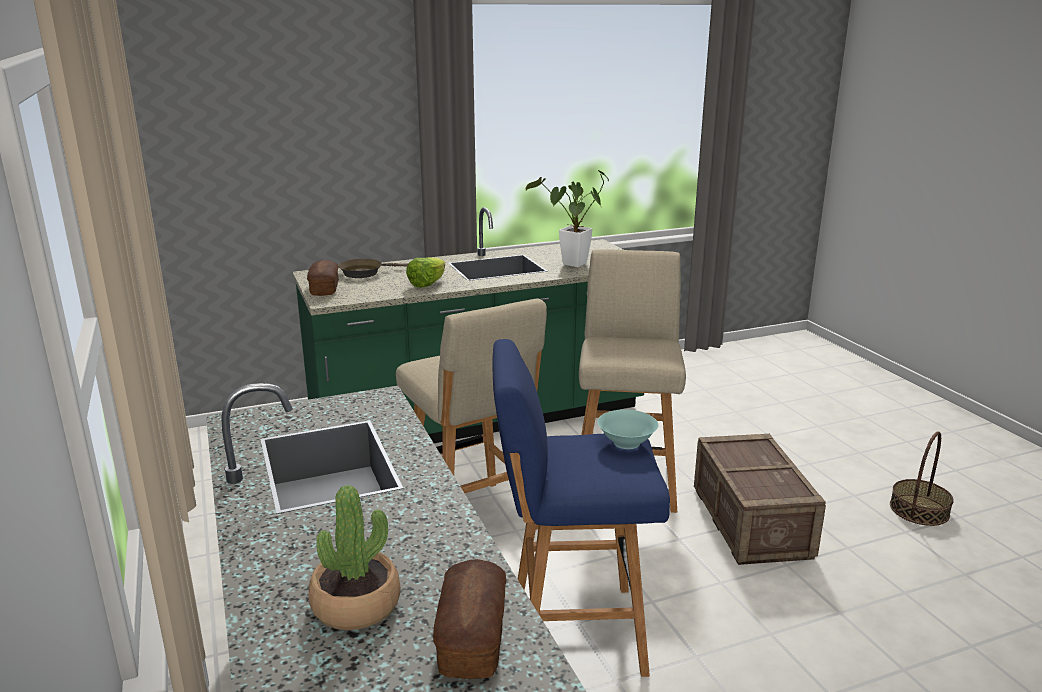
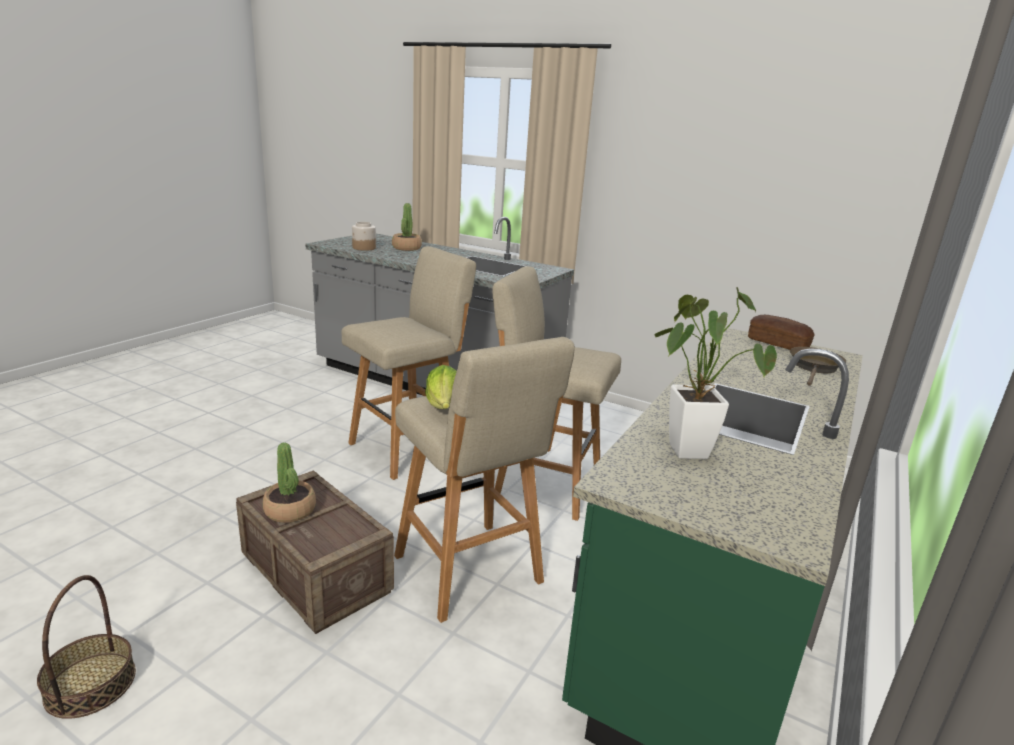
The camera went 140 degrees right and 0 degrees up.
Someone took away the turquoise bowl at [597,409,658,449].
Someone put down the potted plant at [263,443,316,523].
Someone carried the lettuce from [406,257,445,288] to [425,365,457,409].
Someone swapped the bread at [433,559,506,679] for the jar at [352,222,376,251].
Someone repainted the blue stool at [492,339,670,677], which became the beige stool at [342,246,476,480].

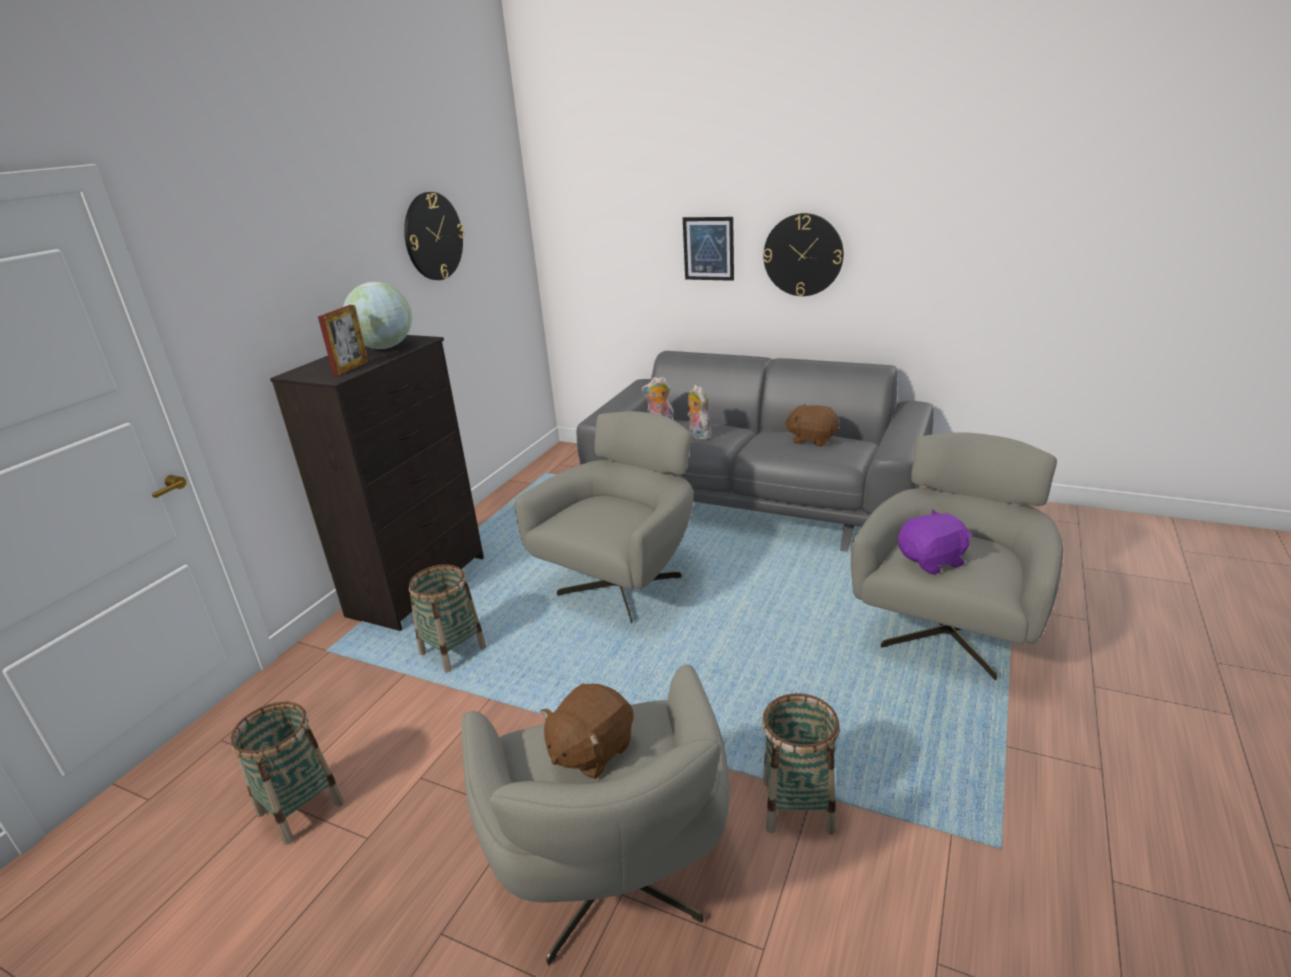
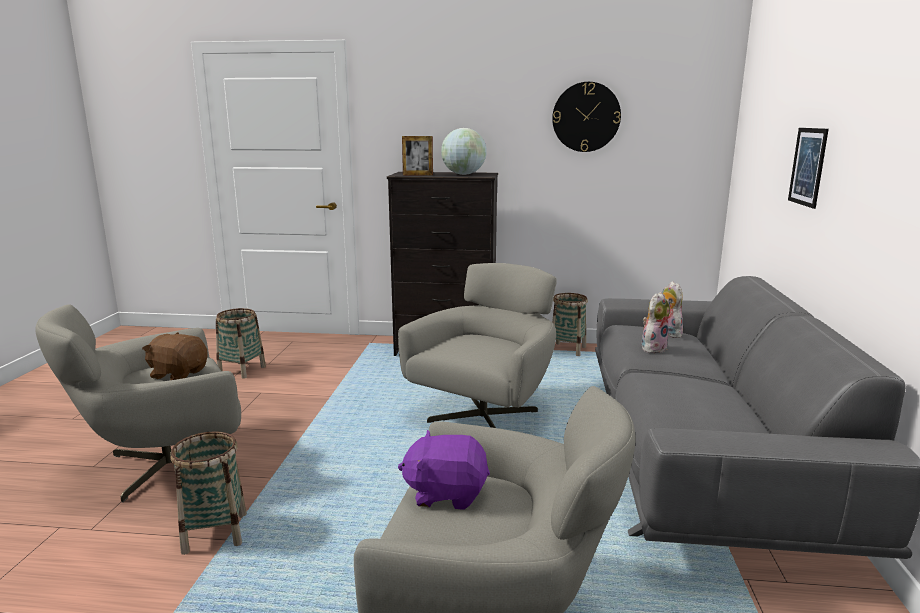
The camera went 70 degrees right and 10 degrees down.
Someone took away the wall clock at [763,213,844,296].
Someone took away the brown plush toy at [785,403,839,447].
Someone carried the basket from [409,564,487,673] to [552,293,588,356].
Someone rotated the grey armchair at [514,411,694,623] by 75 degrees counterclockwise.
Someone rotated the purple plush toy at [898,510,972,575] by 135 degrees clockwise.

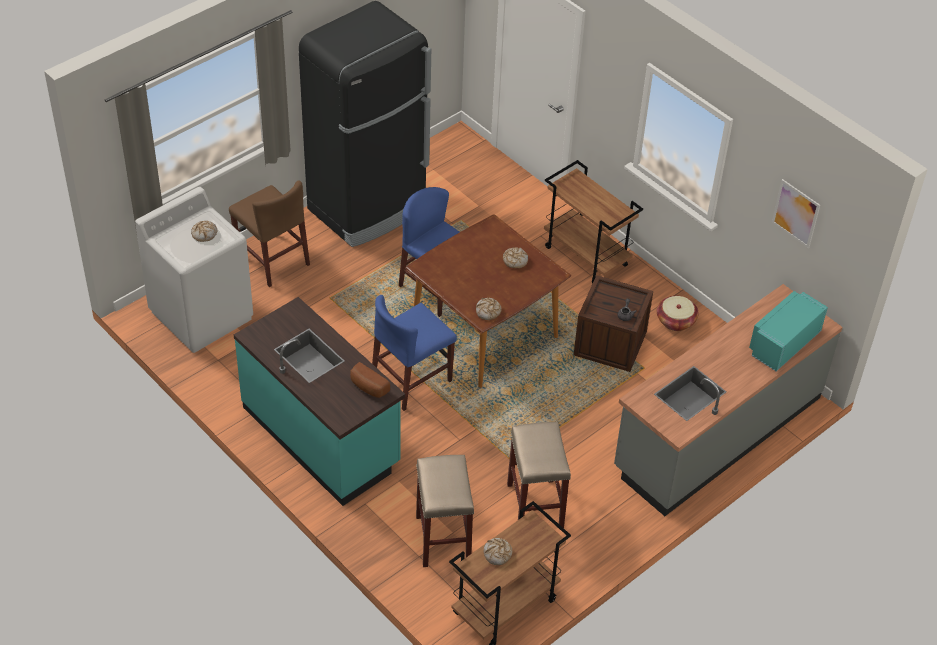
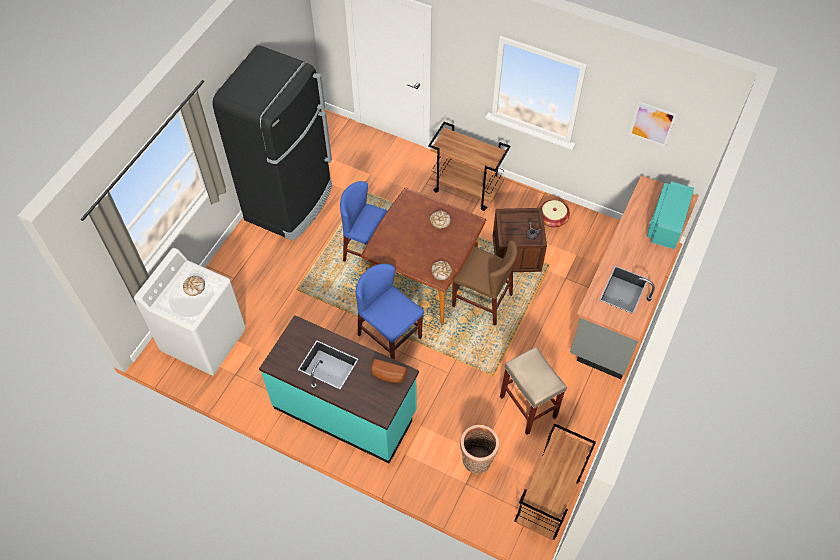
The camera went 20 degrees left and 10 degrees up.
Someone took away the bread at [483,538,512,565].
Someone carried the brown chair from [229,180,310,287] to [452,240,518,326].
Someone swapped the beige stool at [416,455,474,567] for the basket at [460,425,499,474].
Someone rotated the blue chair at [372,295,457,411] by 105 degrees clockwise.

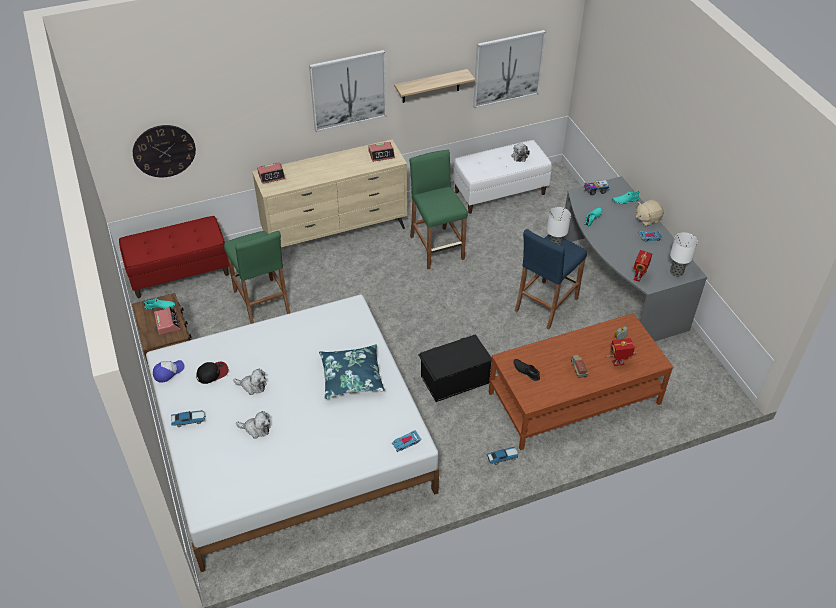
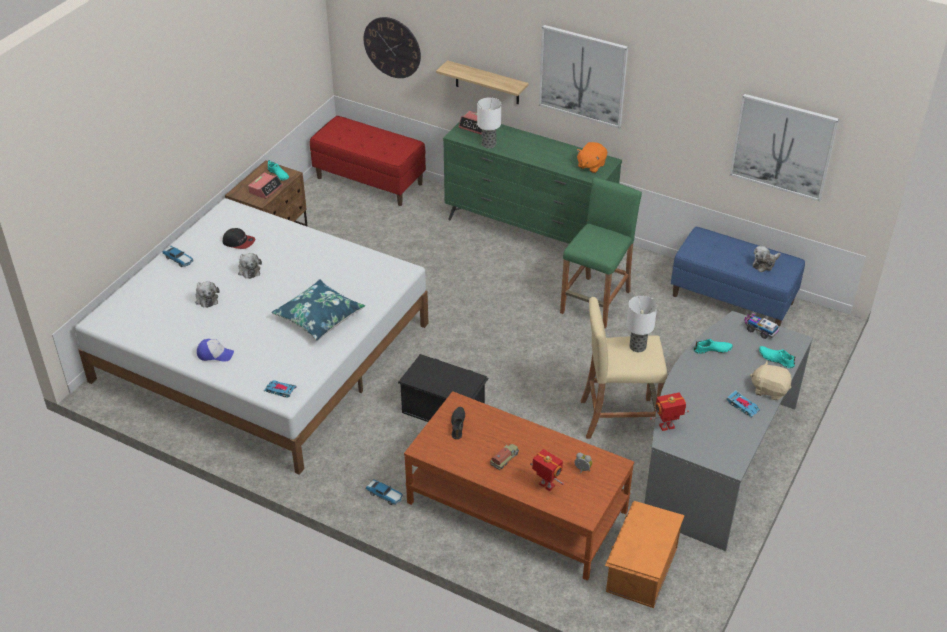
The camera went 50 degrees right and 5 degrees down.
Someone took away the green stool at [224,231,290,324].
Someone put down the orange storage box at [605,501,685,608].
Someone carried the cap from [153,360,185,382] to [197,339,234,362].
Someone carried the shelf from [394,69,475,103] to [436,60,529,104].
Someone carried the table lamp from [670,232,698,277] to [477,97,501,148].
Someone swapped the alarm clock at [368,142,395,162] for the orange plush toy at [577,142,607,173].
Someone repainted the beige dresser at [252,139,407,247], which became the green dresser at [443,122,622,244].
Someone repainted the white bench at [453,140,552,214], which became the blue bench at [671,227,805,326].
Someone repainted the blue stool at [515,229,587,330], which became the beige stool at [581,297,668,439].

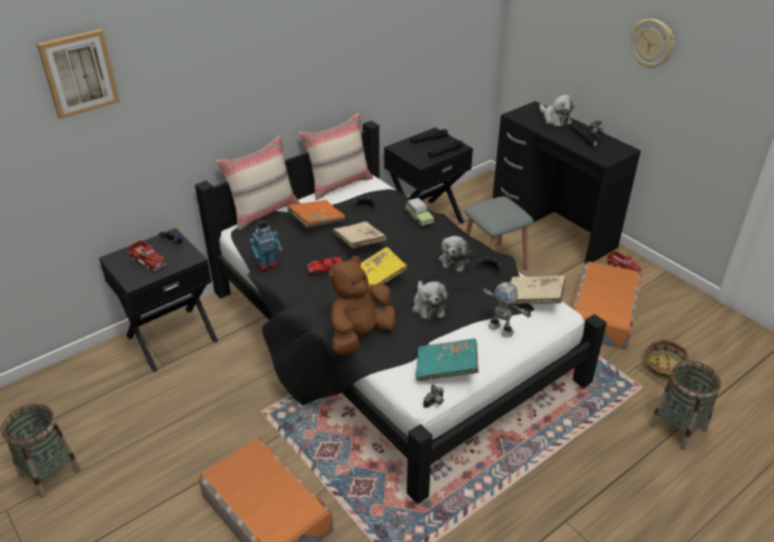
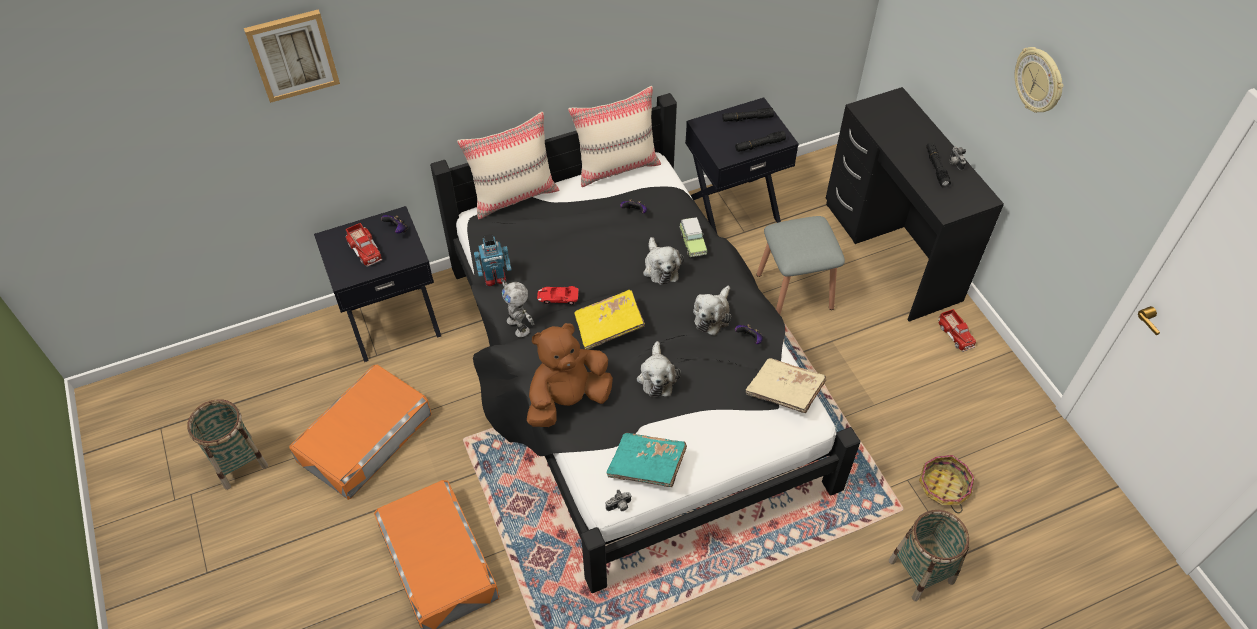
The camera went 15 degrees right and 15 degrees up.
Someone took away the orange book at [287,200,345,228].
Someone took away the beige book at [333,221,387,249].
Someone carried the toy robot from [481,282,531,338] to [501,278,534,337].
Someone carried the plush toy from [539,95,575,126] to [643,237,684,285].
Someone carried the orange storage box from [572,262,642,350] to [290,365,432,500].

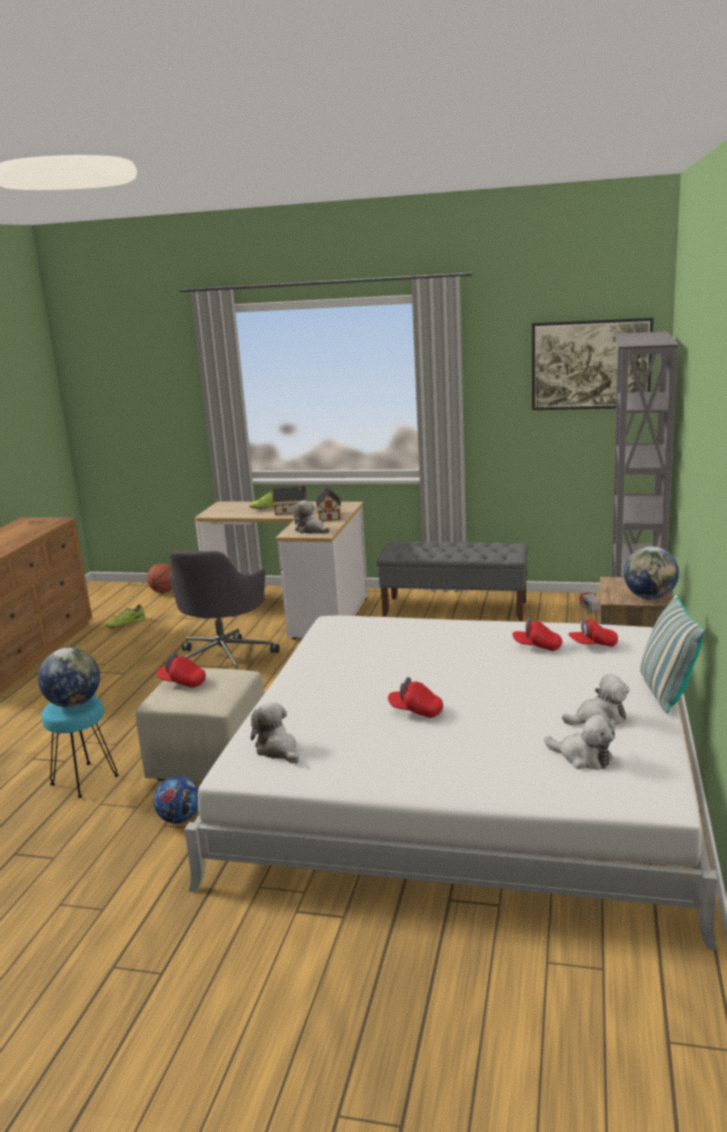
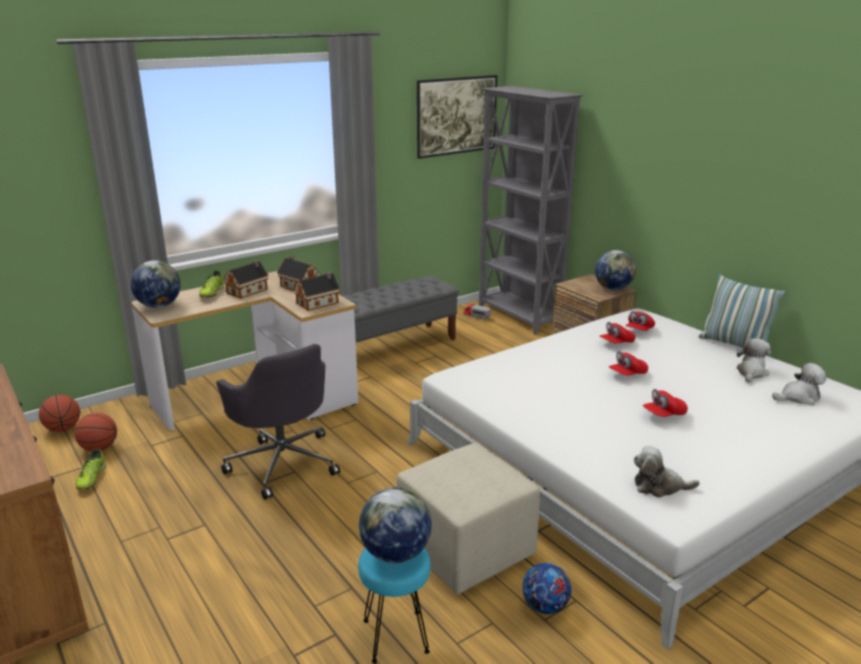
The camera went 50 degrees left and 5 degrees up.
Someone put down the basketball at [75,413,117,452].
Someone put down the globe at [131,260,181,308].
Someone carried the red cap from [157,653,206,688] to [609,351,648,376].
Someone swapped the plush toy at [292,501,330,534] for the toy house at [294,272,340,311].

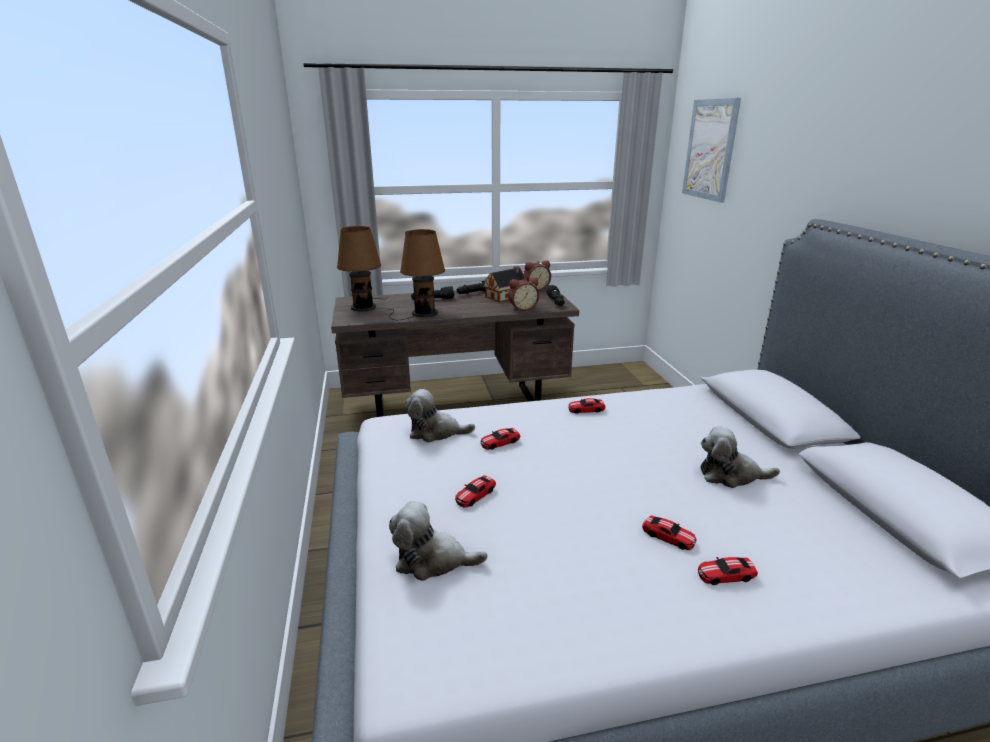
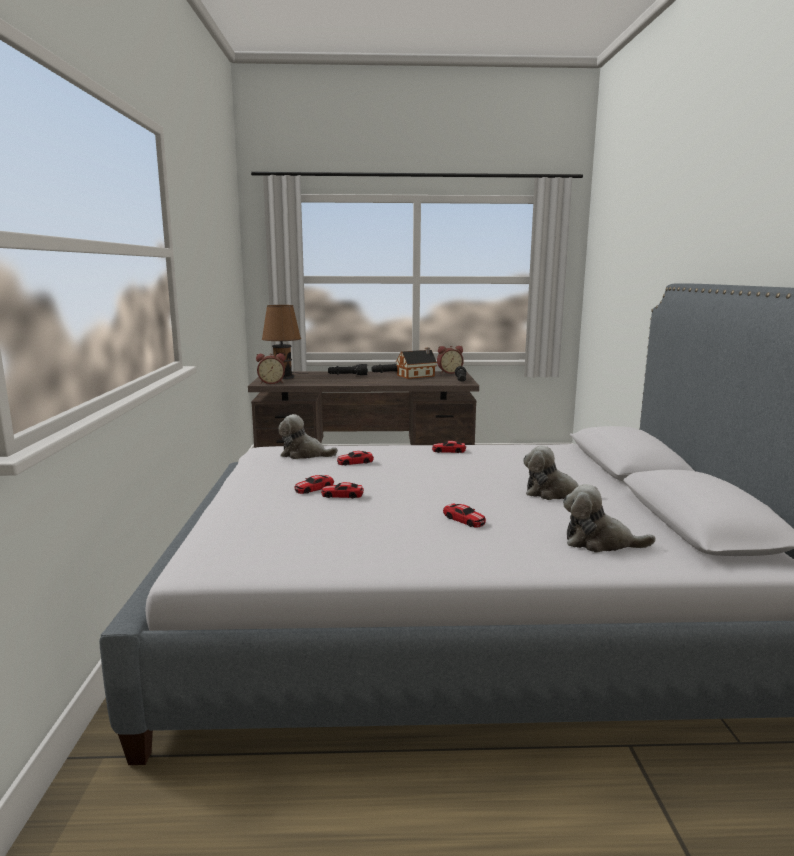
The camera went 10 degrees right and 10 degrees down.
Someone took away the brown table lamp at [389,229,445,320].
Someone took away the picture at [682,98,741,203].
Someone carried the plush toy from [389,501,488,581] to [563,484,656,552].
Someone carried the alarm clock from [508,277,539,311] to [256,353,285,384].
Someone carried the toy car from [698,557,758,585] to [321,482,364,498].

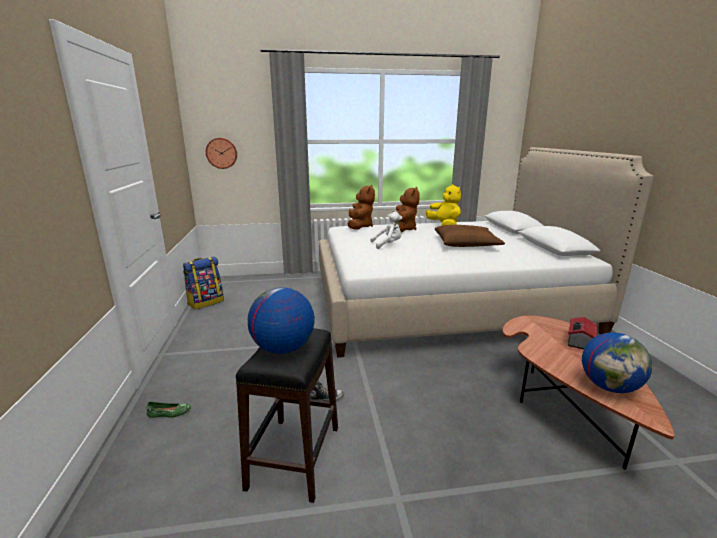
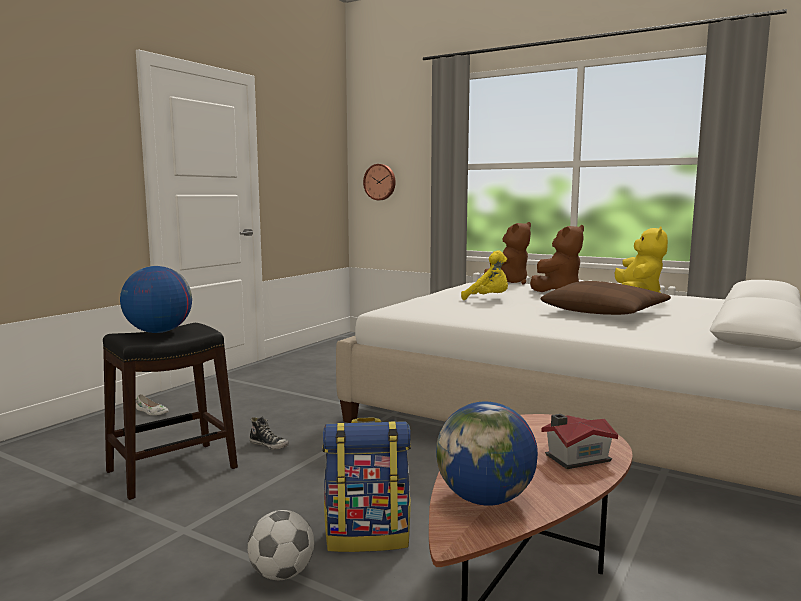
The camera went 40 degrees right and 10 degrees down.
Someone put down the football at [247,510,314,580].
Someone carried the backpack from [183,257,224,310] to [322,417,411,552].
Someone repainted the green shoe at [147,402,191,418], which became the white shoe at [136,394,169,415].
Someone repainted the white plush toy at [370,212,402,249], which became the yellow plush toy at [461,250,508,300].

